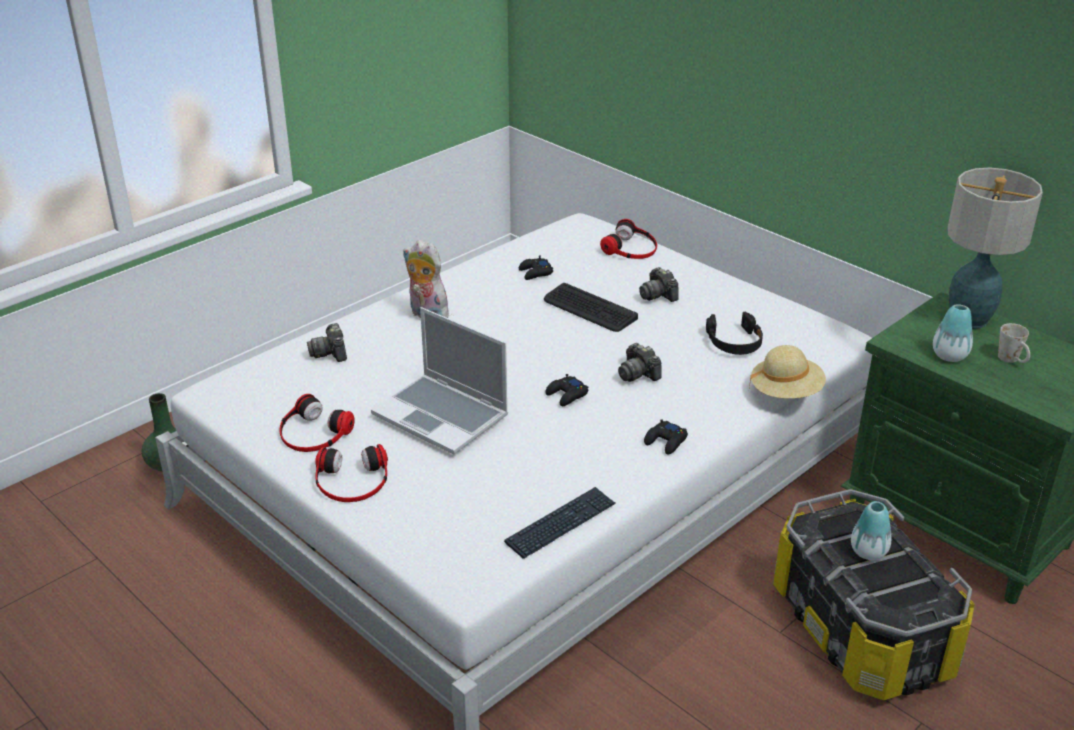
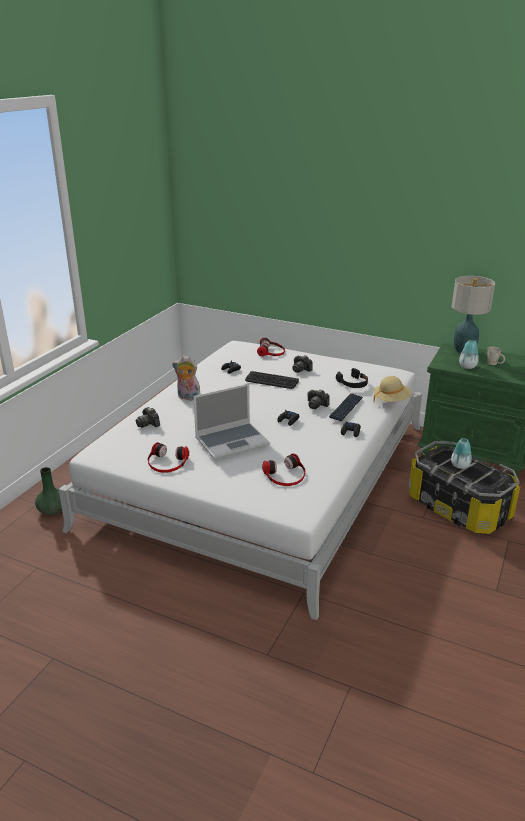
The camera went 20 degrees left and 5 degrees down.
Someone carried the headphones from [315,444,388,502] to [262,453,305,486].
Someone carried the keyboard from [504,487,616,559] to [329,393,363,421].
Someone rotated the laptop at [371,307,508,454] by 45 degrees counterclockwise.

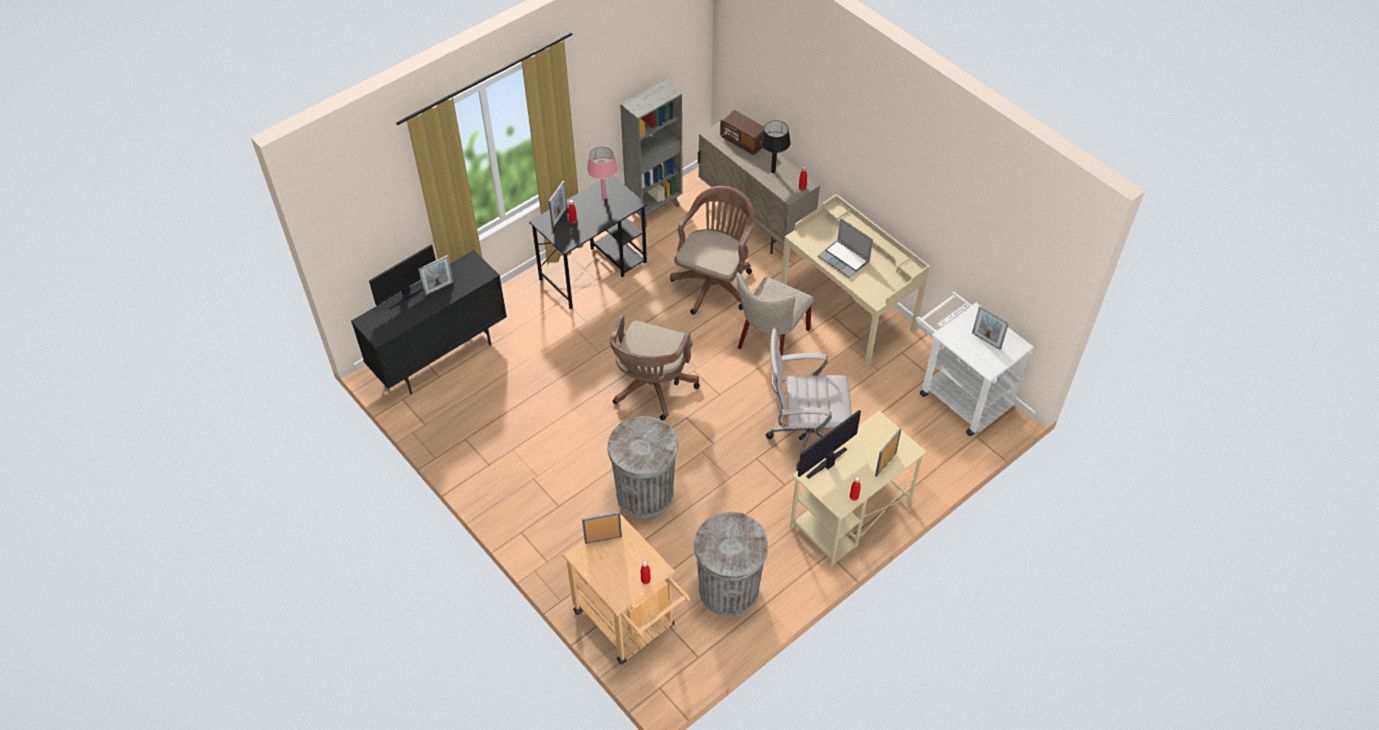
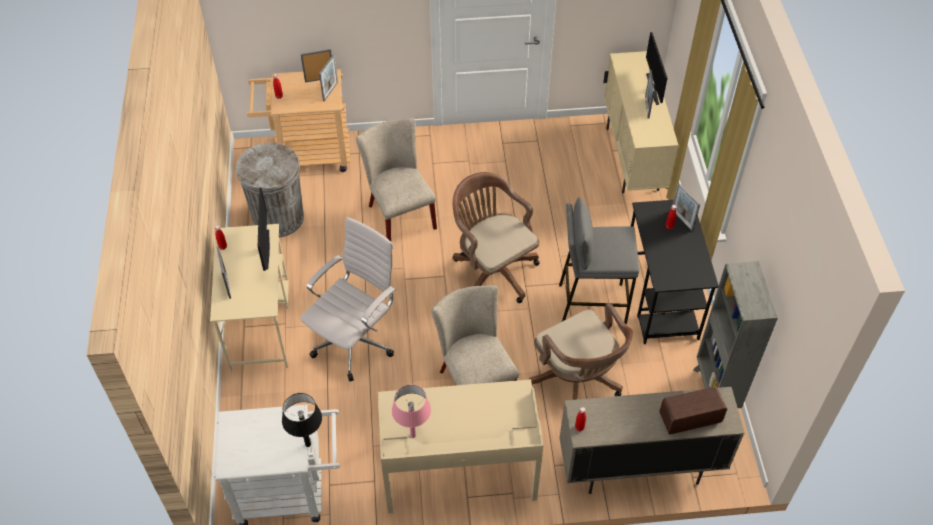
The camera went 125 degrees right and 0 degrees up.
Someone took away the laptop at [818,218,873,278].
Someone put down the grey stool at [559,197,639,325].
Someone carried the pink table lamp from [587,146,618,199] to [392,385,431,438].
Someone carried the black table lamp from [760,120,791,173] to [282,393,322,447].
Someone carried the picture frame from [972,306,1009,350] to [301,49,332,83].
Someone swapped the grey trash can at [607,416,678,518] for the beige chair at [356,118,437,241].
Someone repainted the black cabinet at [351,250,507,394], which became the beige cabinet at [603,51,678,193].

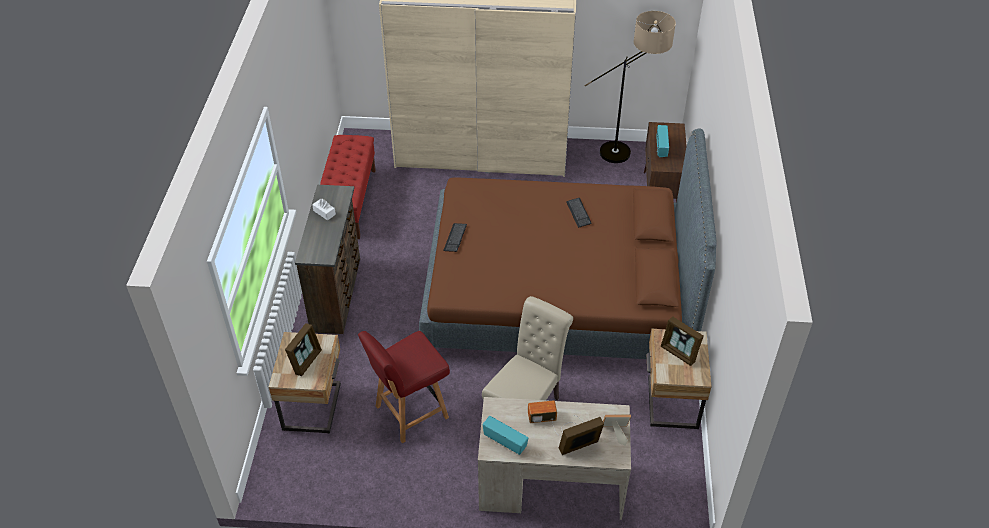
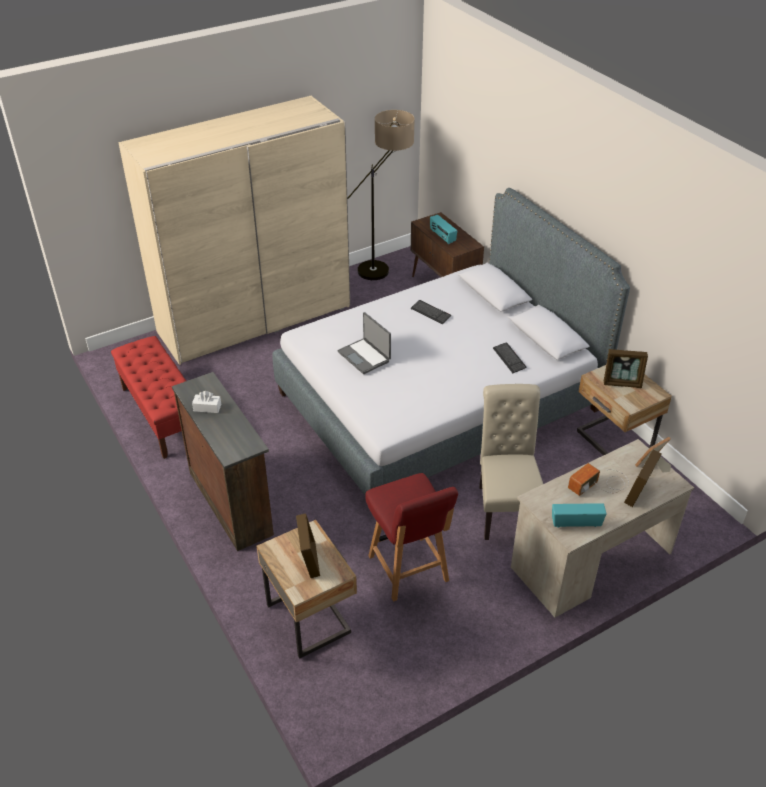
The camera went 35 degrees left and 5 degrees down.
Someone put down the laptop at [338,312,391,374].
Someone carried the keyboard from [443,223,467,252] to [493,342,527,373].
Someone repainted the brown bed at [419,128,716,359], which became the grey bed at [272,188,630,496].
Someone rotated the red chair at [358,331,450,443] by 45 degrees counterclockwise.

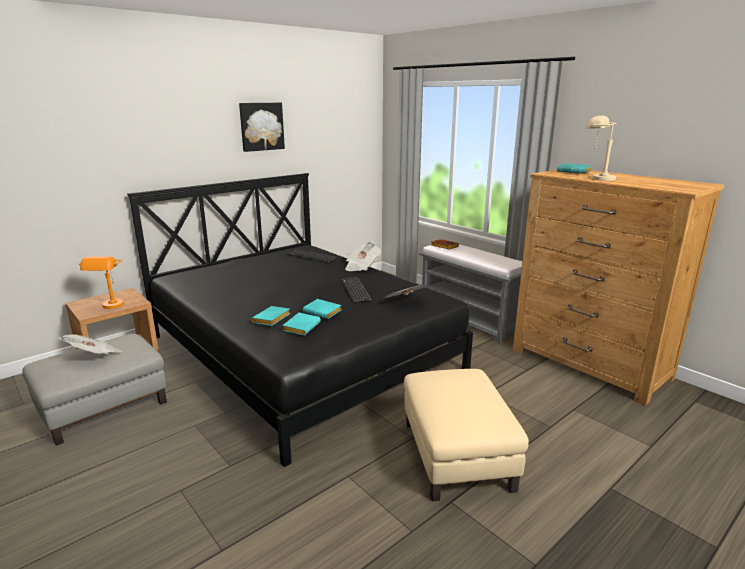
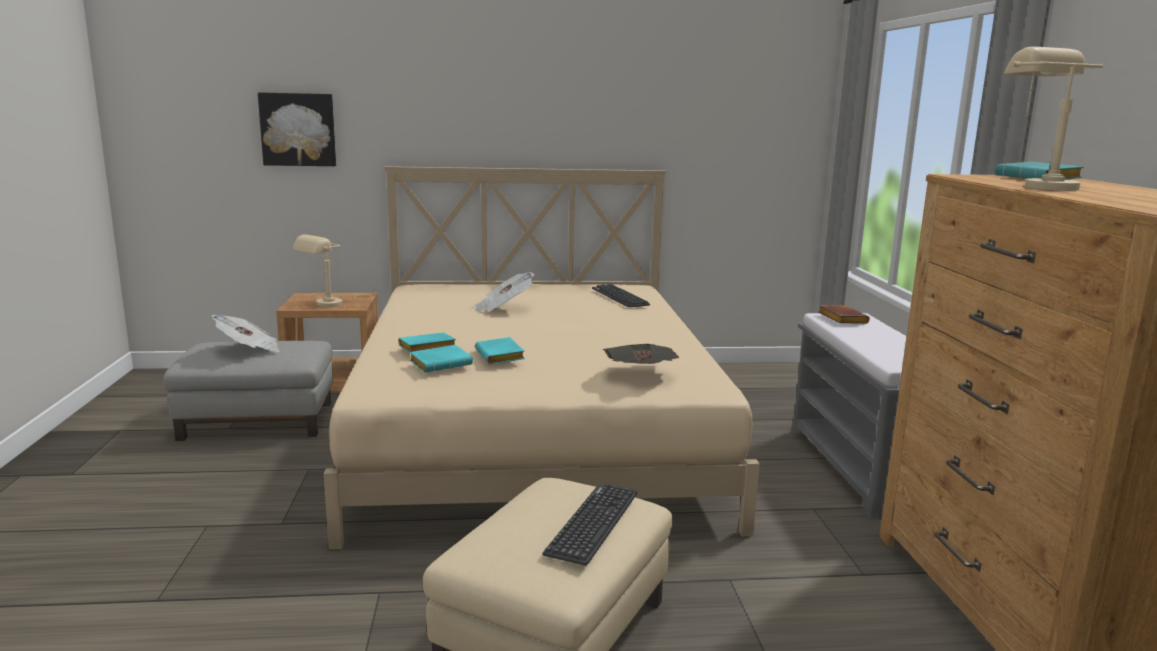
The camera went 35 degrees right and 5 degrees down.
Someone carried the picture from [239,103,285,152] to [258,92,336,166].
Someone carried the keyboard from [341,277,372,302] to [542,484,637,566].
Someone carried the newspaper from [345,242,381,271] to [472,272,535,312].
Someone repainted the orange table lamp at [79,257,124,309], which became the beige table lamp at [293,235,343,307].
Someone repainted the black bed at [127,173,473,467], which became the beige bed at [324,166,760,549].

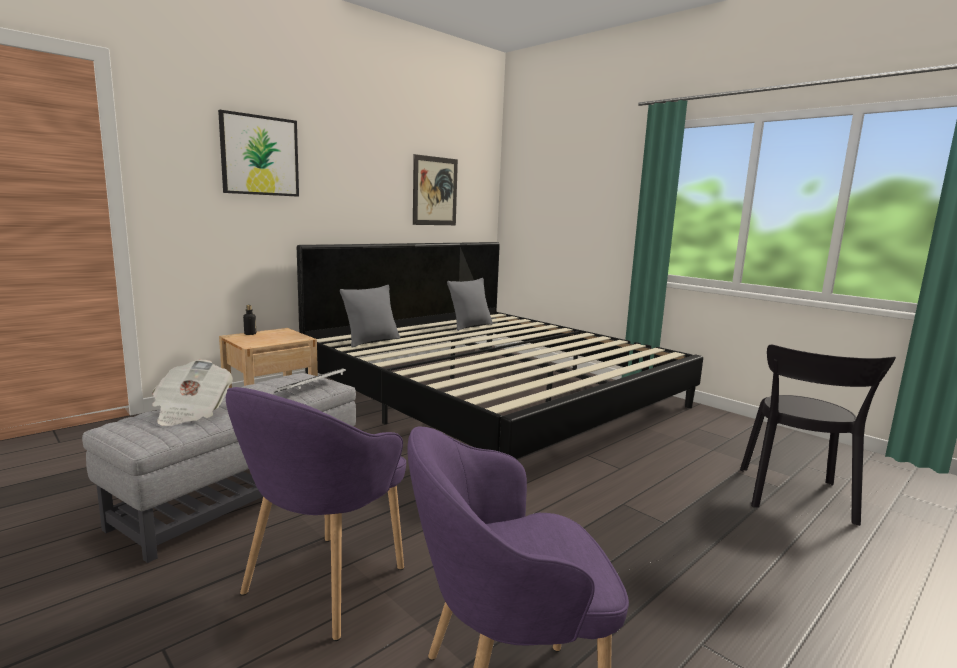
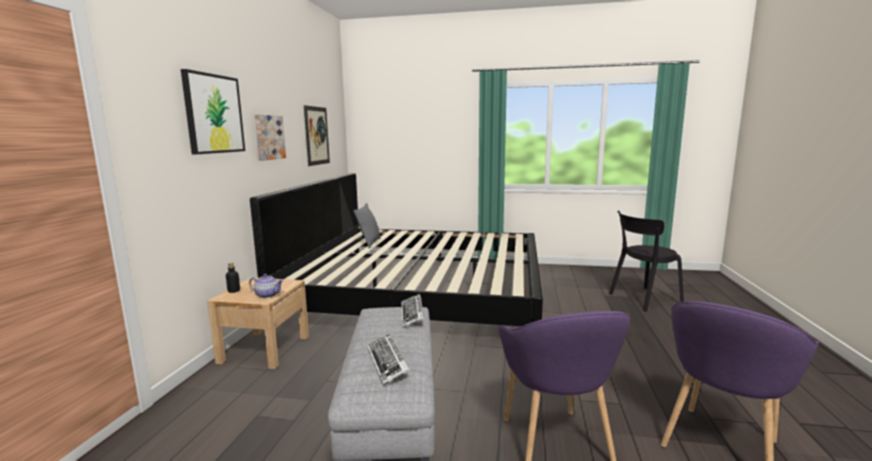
The camera went 35 degrees left and 0 degrees up.
Someone took away the grey pillow at [340,285,400,348].
Someone put down the teapot at [249,274,284,298].
Someone put up the picture at [255,115,286,160].
Someone swapped the newspaper at [152,360,233,426] for the keyboard at [367,334,410,386].
Someone rotated the black chair at [740,345,896,526] by 90 degrees clockwise.

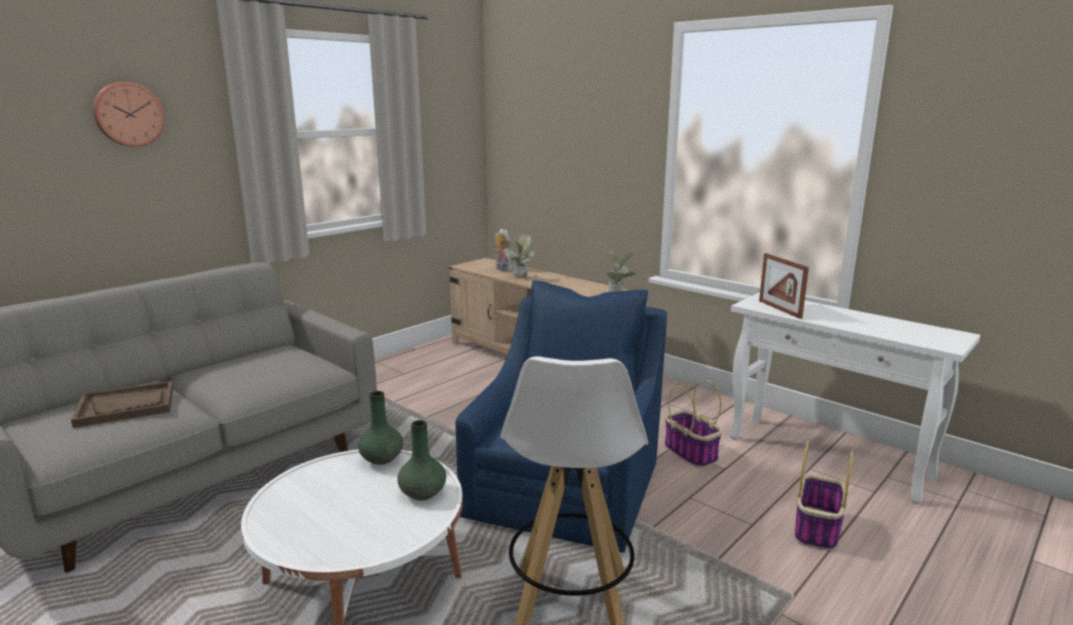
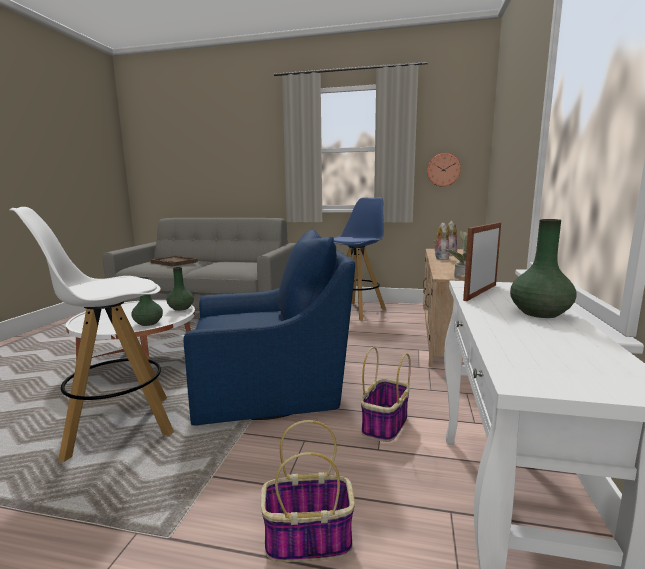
The camera went 60 degrees right and 5 degrees down.
Someone put down the blue stool at [333,197,386,321].
Someone put down the green vase at [510,219,576,318].
Someone carried the wall clock from [93,82,165,147] to [427,153,461,187].
Someone swapped the potted plant at [504,234,535,276] for the plush toy at [433,223,450,260].

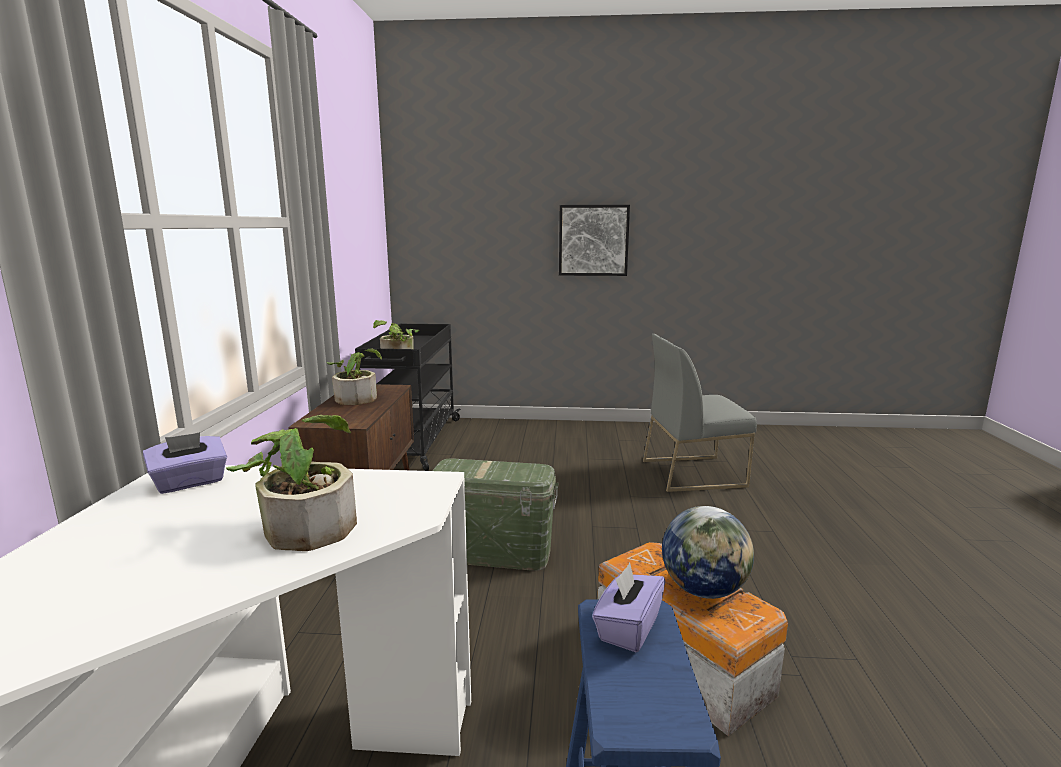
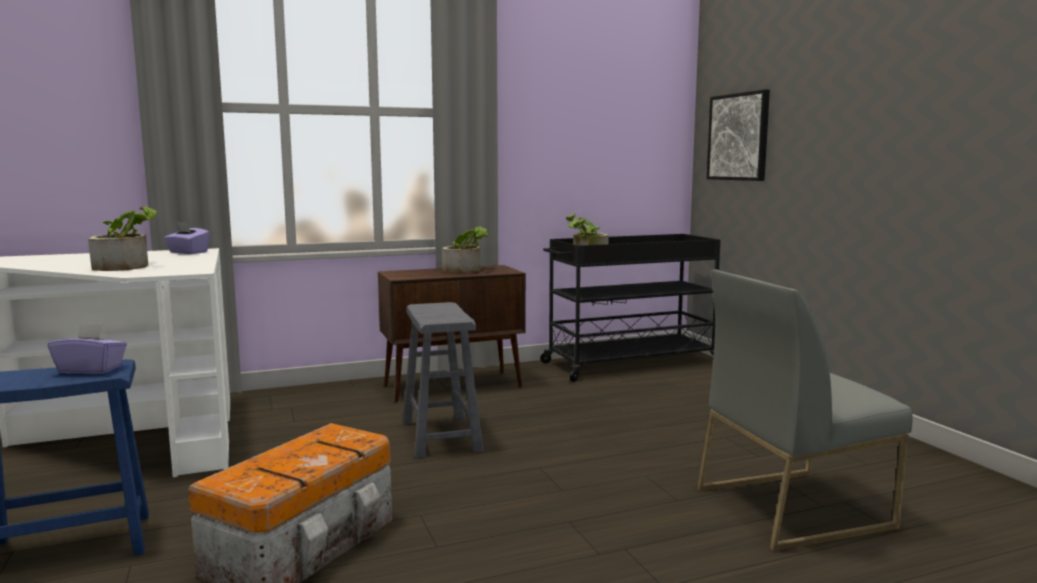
The camera went 65 degrees right and 5 degrees down.
Someone took away the globe at [662,506,754,599].
Someone carried the picture from [559,205,630,276] to [707,89,770,181].
Someone swapped the green storage box at [432,459,559,571] for the grey stool at [402,302,483,459].
Someone rotated the grey chair at [643,334,757,492] by 75 degrees counterclockwise.

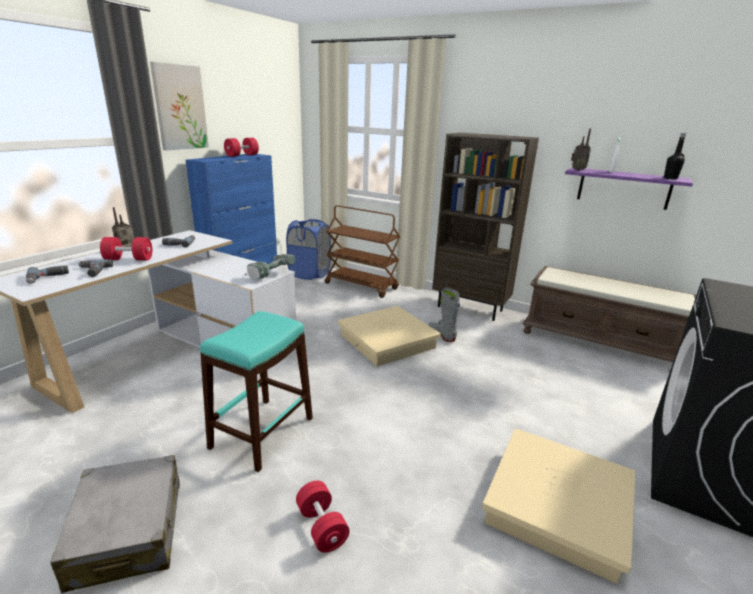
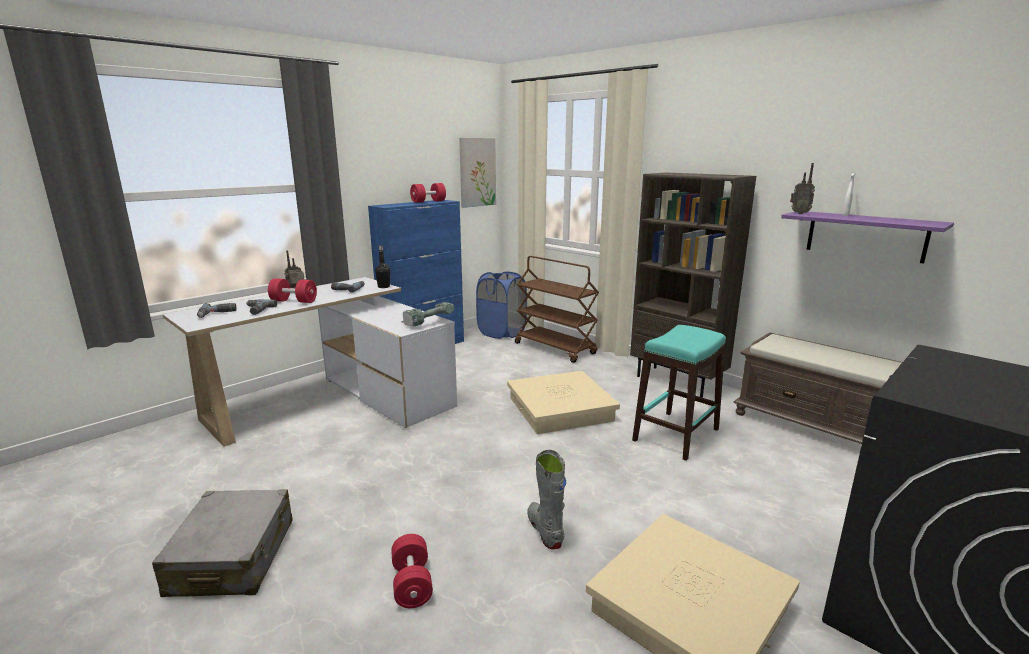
The camera went 15 degrees right and 5 degrees down.
Someone carried the picture from [150,62,209,150] to [459,138,496,208].
Someone carried the turquoise stool from [200,311,313,472] to [632,325,726,461].
Someone carried the grey boot from [428,287,460,342] to [527,450,566,549].
Someone carried the black bottle from [664,133,686,180] to [375,246,390,288].

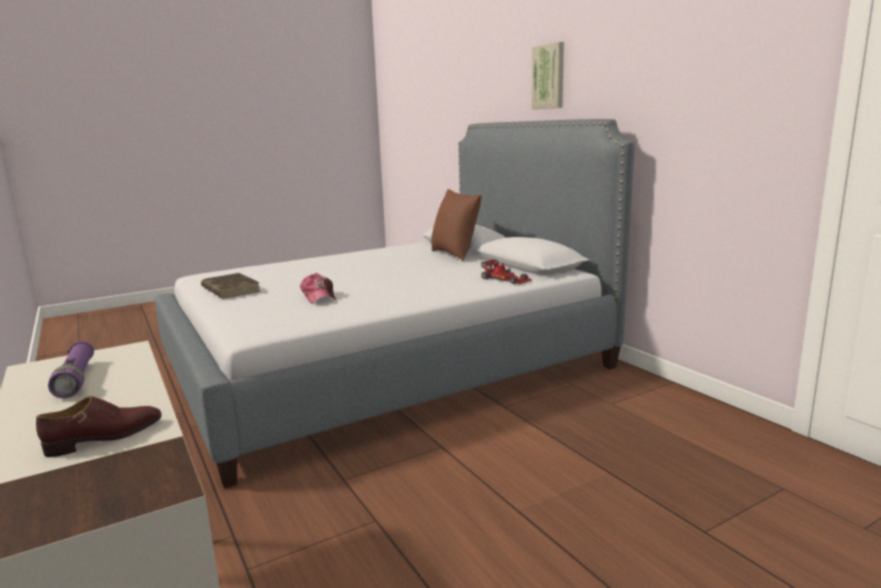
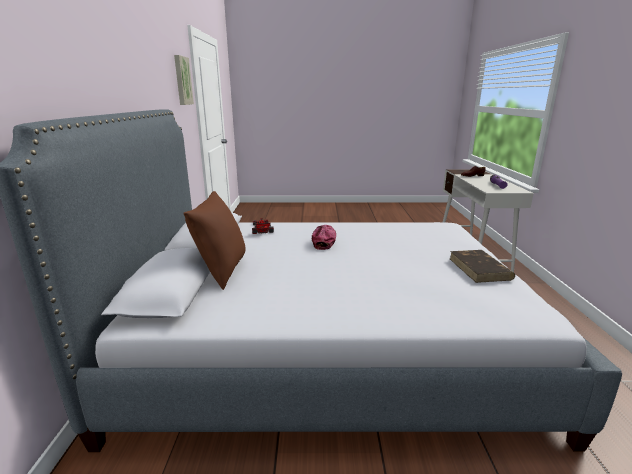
The camera went 150 degrees left and 5 degrees up.
Someone carried the cap from [300,273,336,303] to [312,225,336,250].
Someone carried the picture from [532,42,564,109] to [174,55,194,105].

